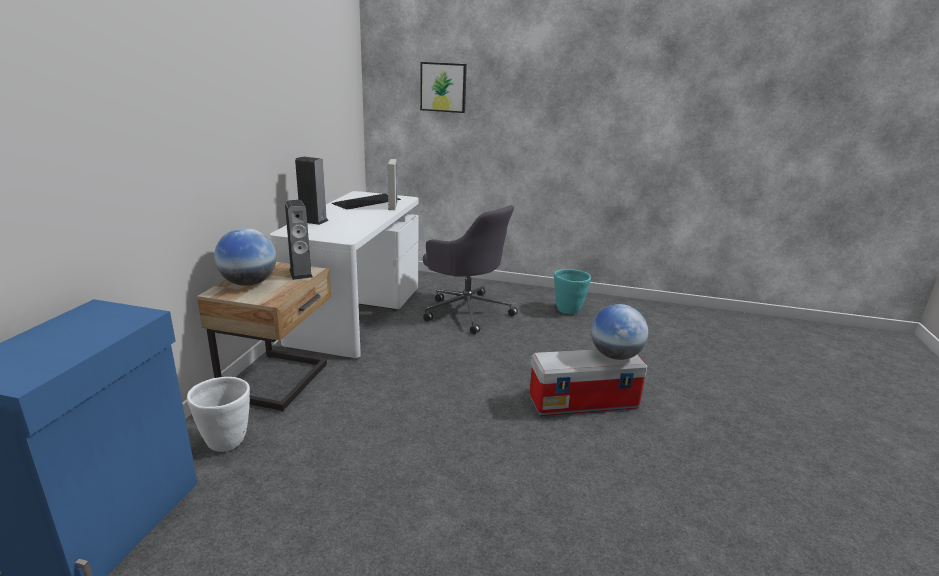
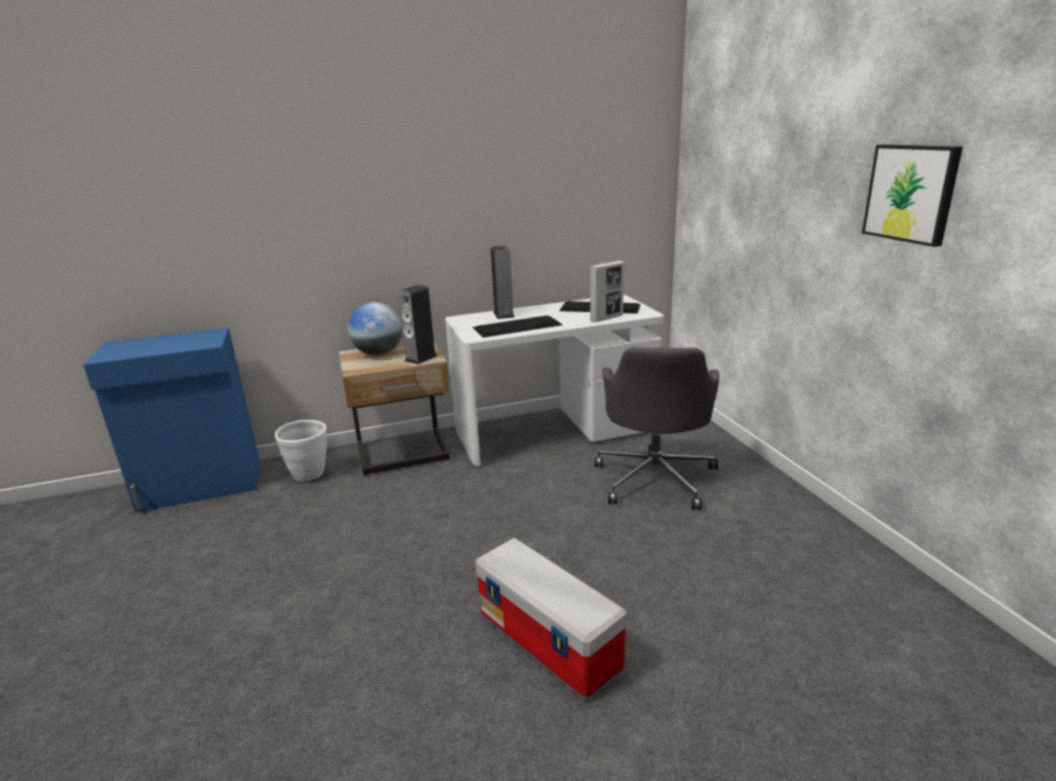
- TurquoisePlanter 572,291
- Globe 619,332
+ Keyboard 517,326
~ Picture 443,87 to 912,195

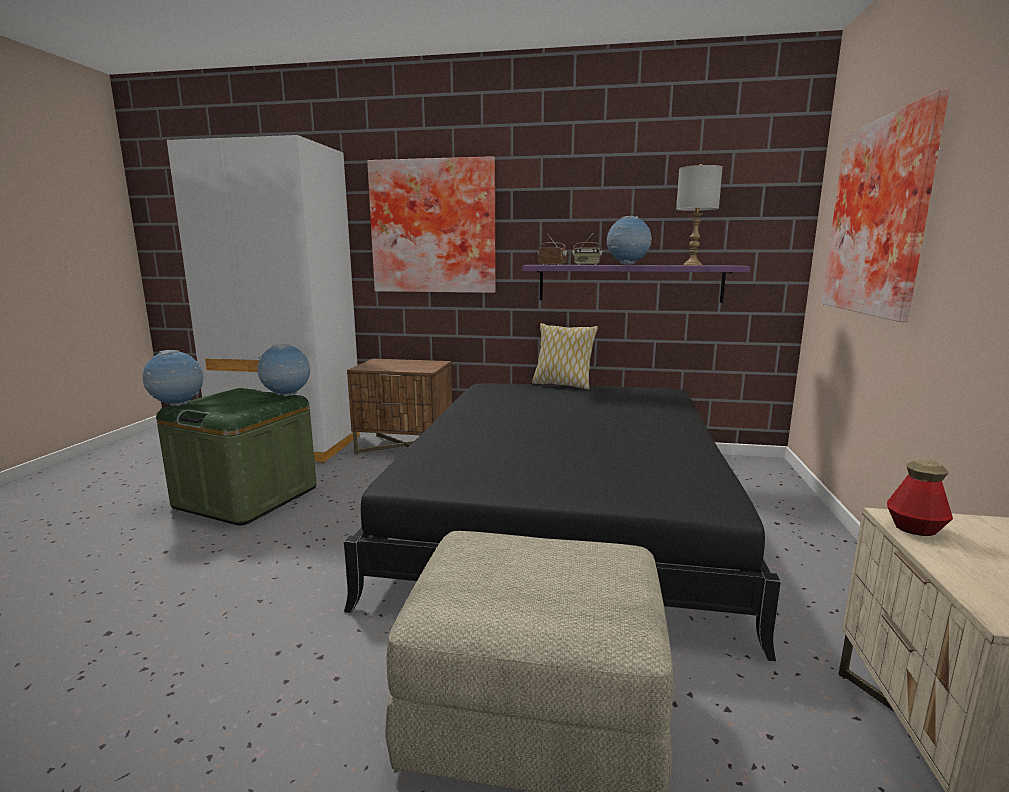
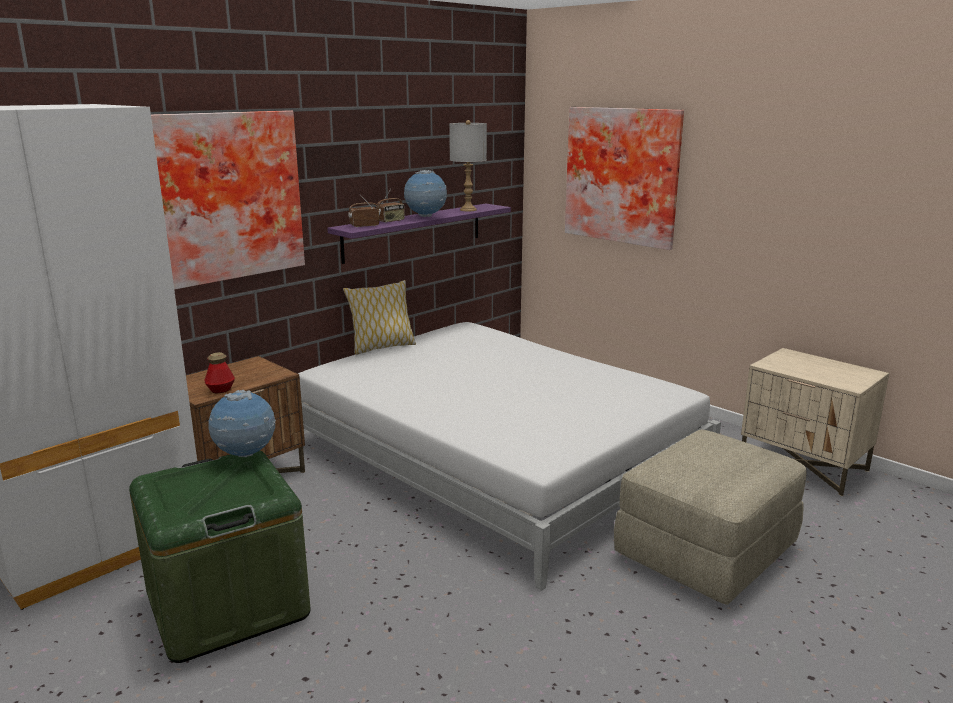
- Globe 173,378
~ Bottle 920,498 to 219,372
~ BlackBed 562,522 to WhiteBed 509,456

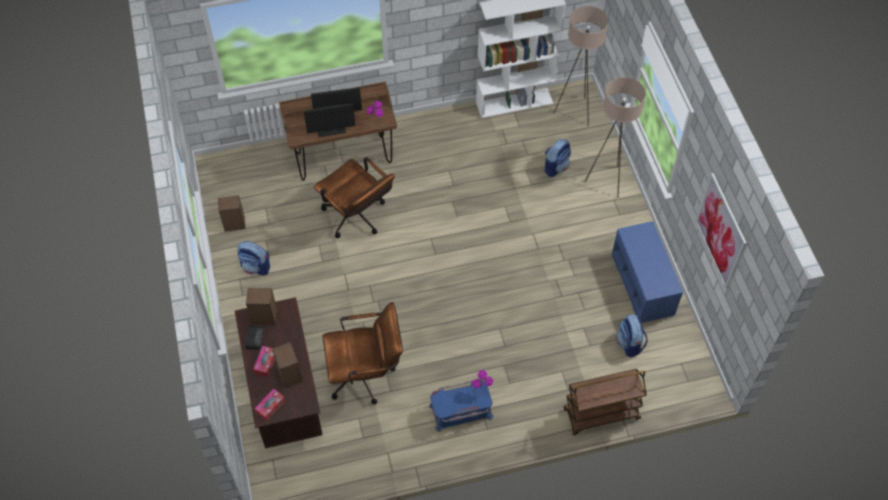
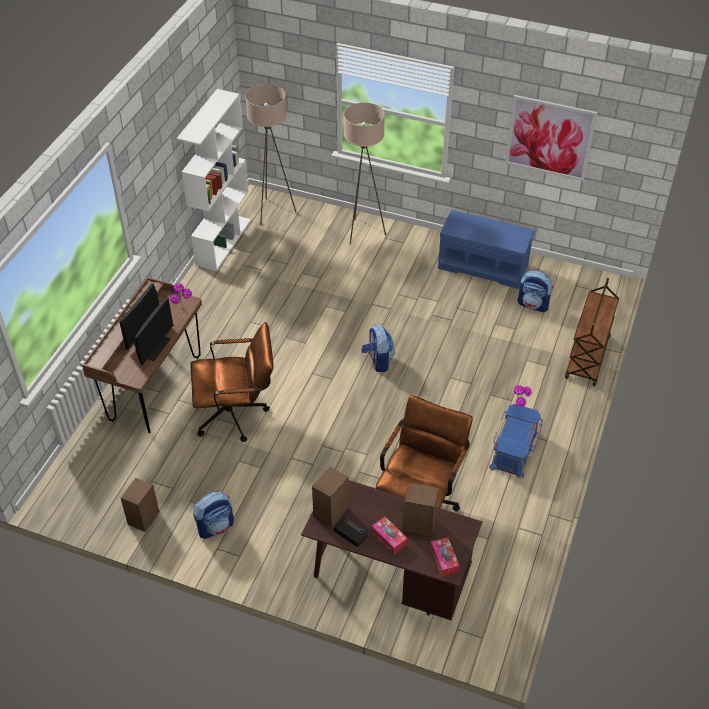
~ Backpack 558,158 to 378,348

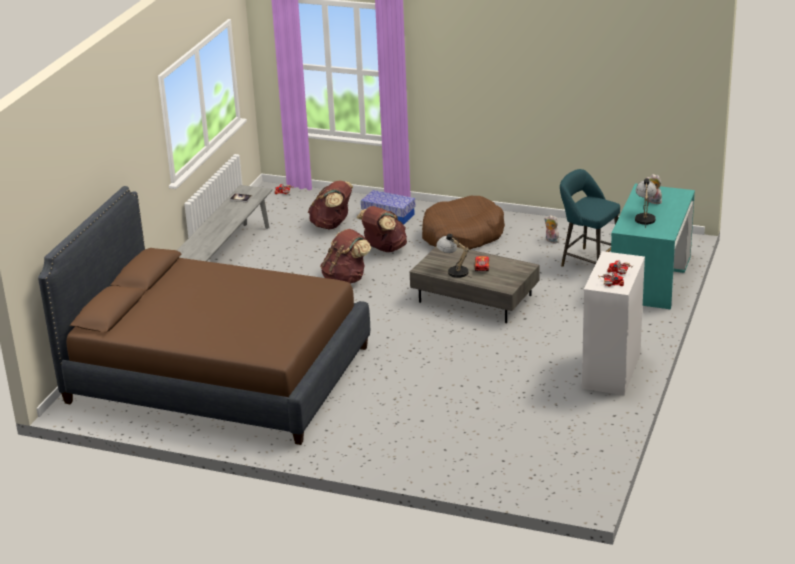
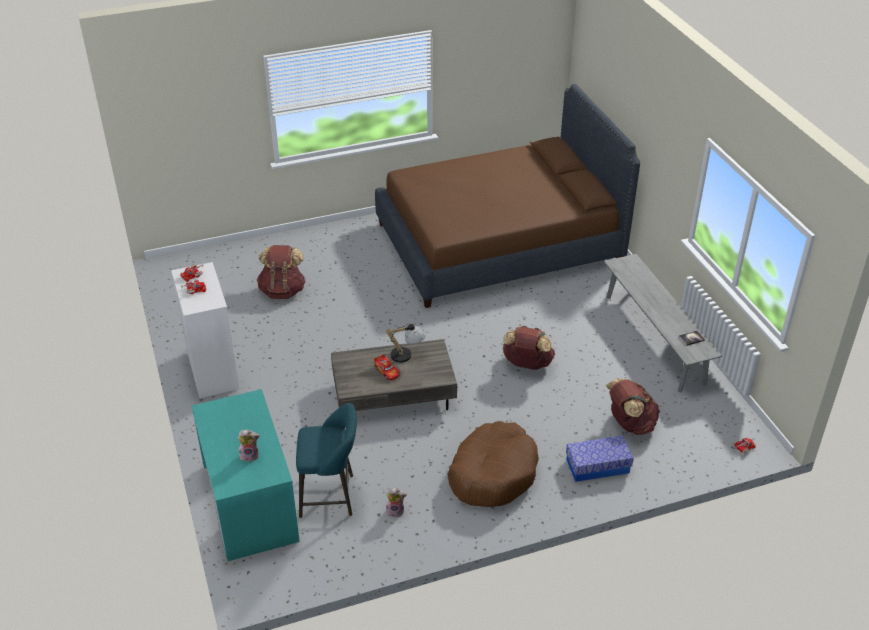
- TableLamp 646,203
~ BrownBackpack 381,229 to 281,272

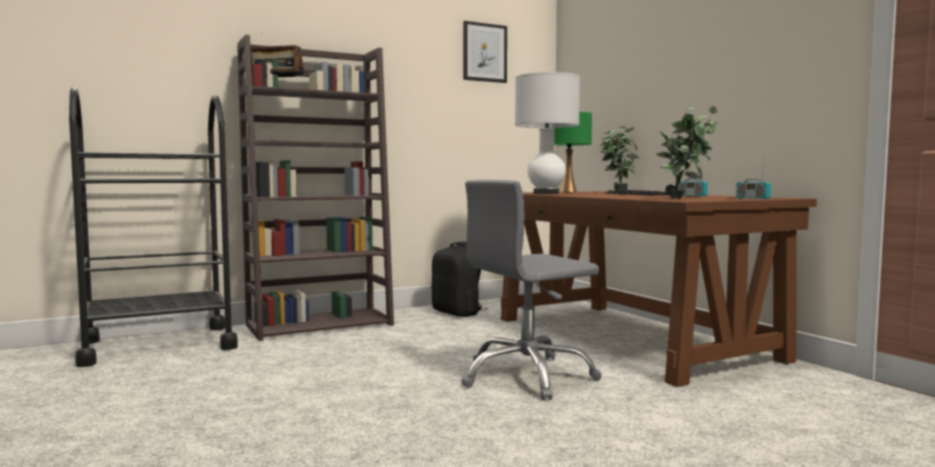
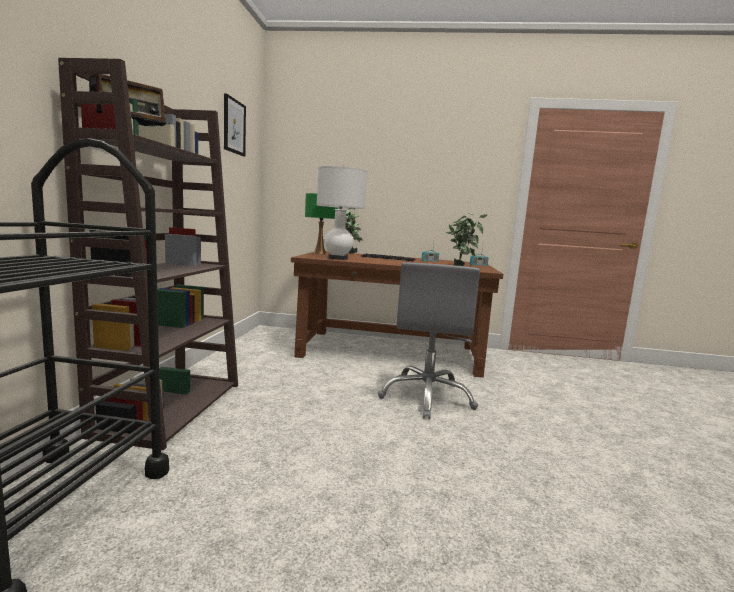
- BlackBackpack 459,279

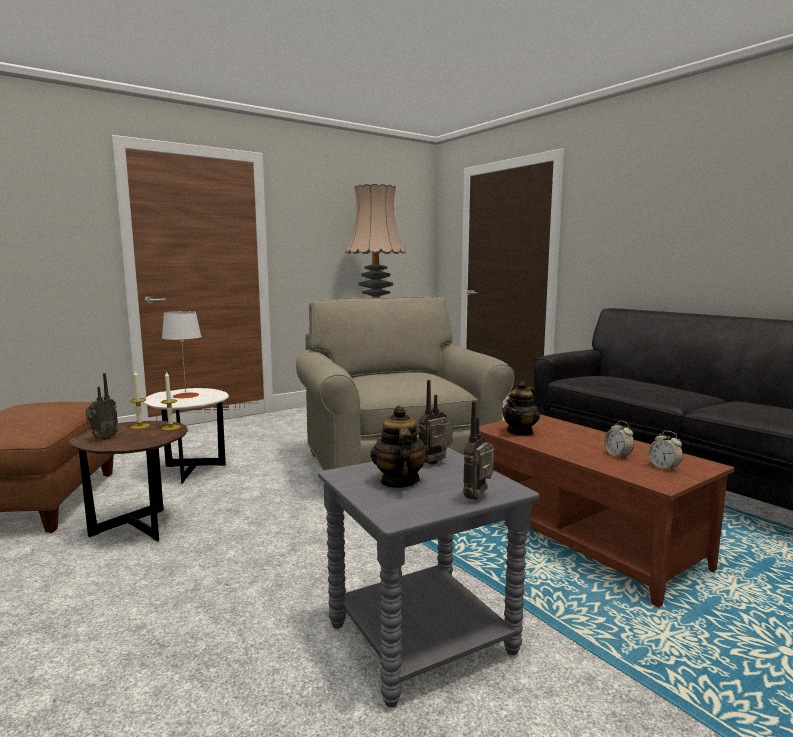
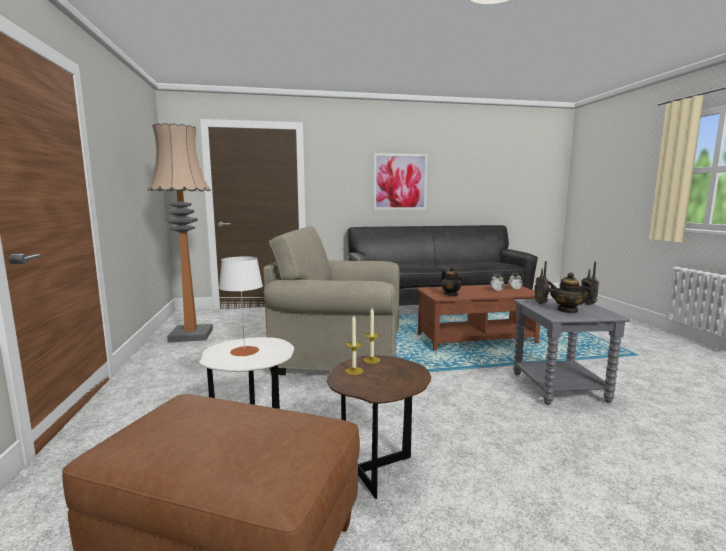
- Radio 102,406
+ Picture 400,181

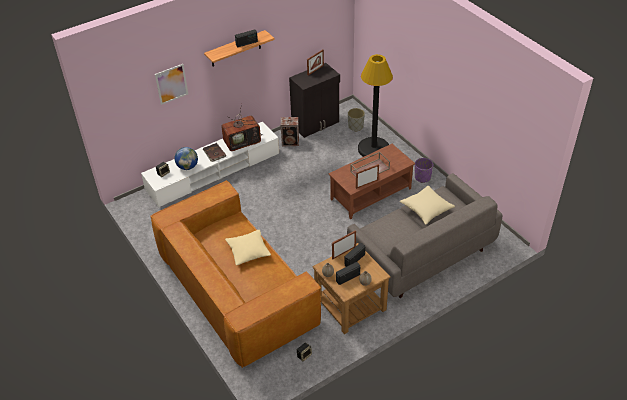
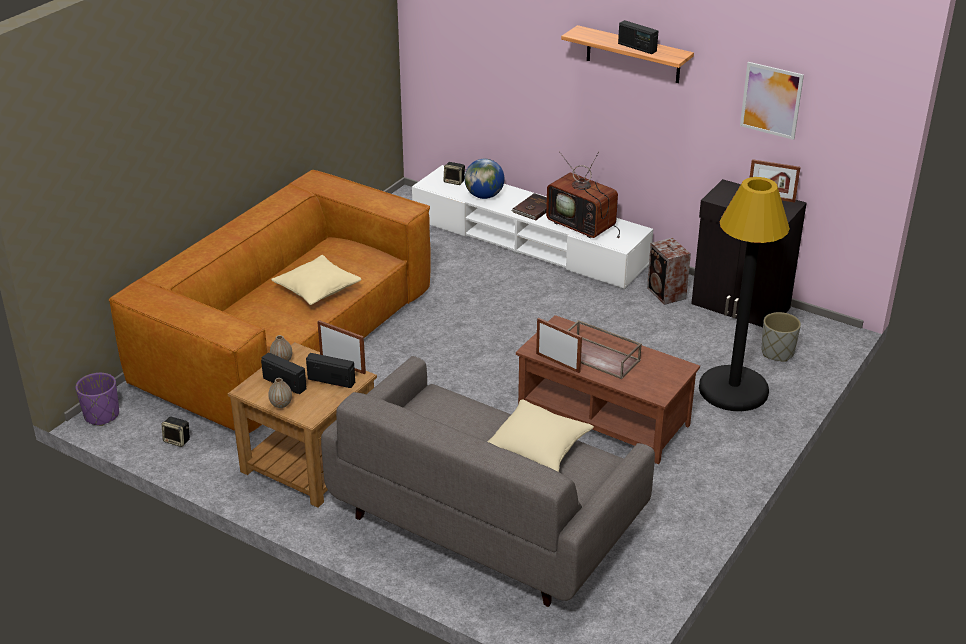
~ Picture 171,84 to 772,101
~ PurplePlanter 424,170 to 97,399

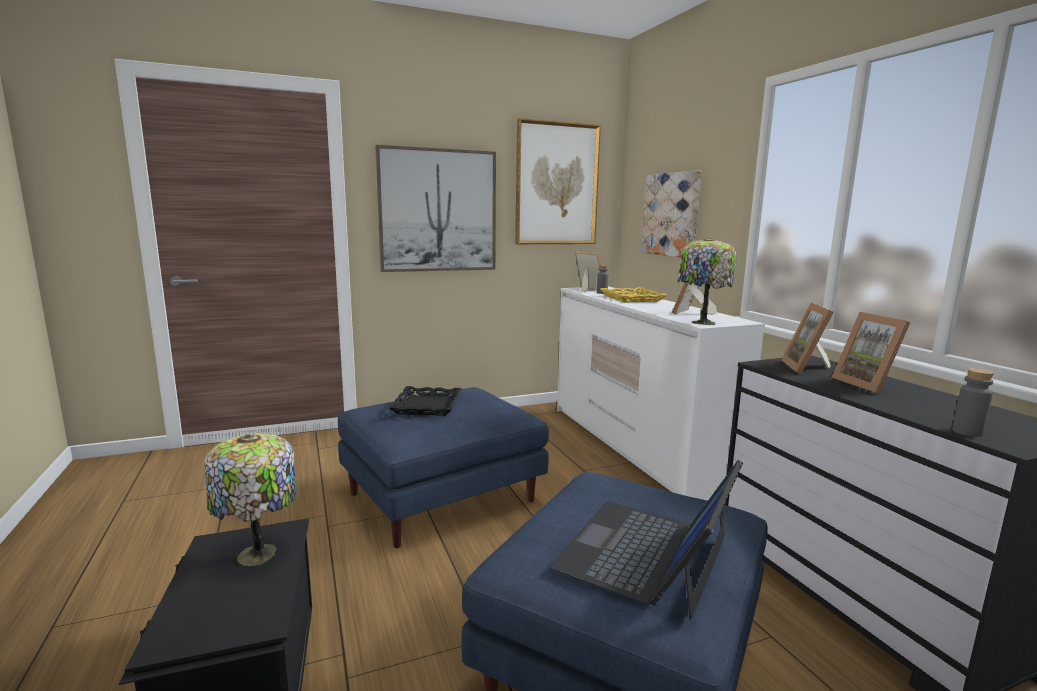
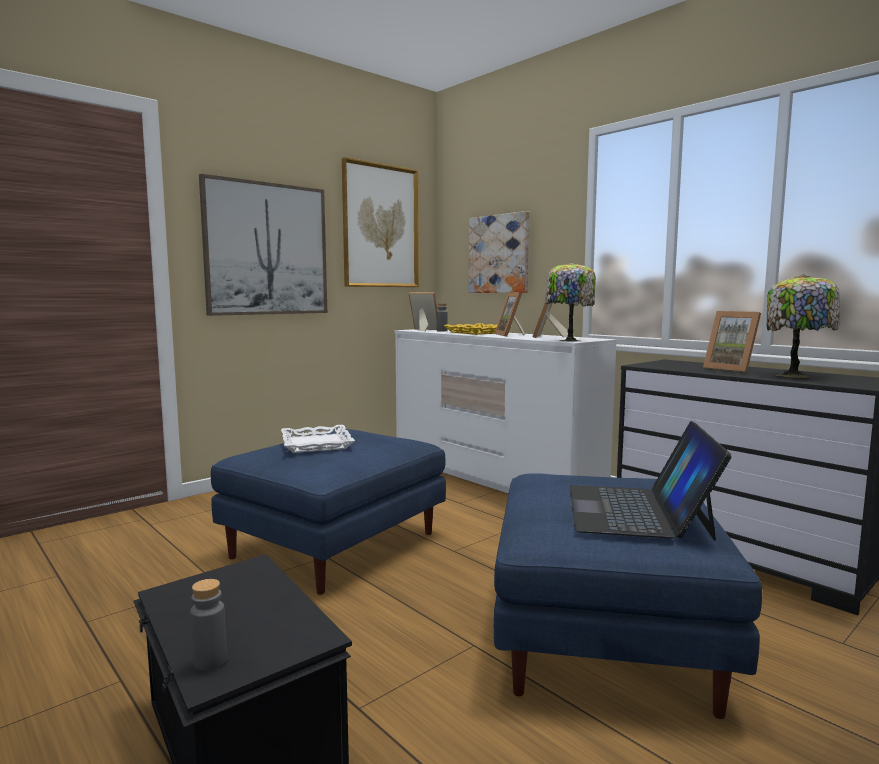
~ TableLamp 251,499 to 803,326
~ PictureFrame 807,338 to 509,314
~ GreyBottle 973,402 to 208,625
~ BlackTray 425,401 to WhiteTray 318,439

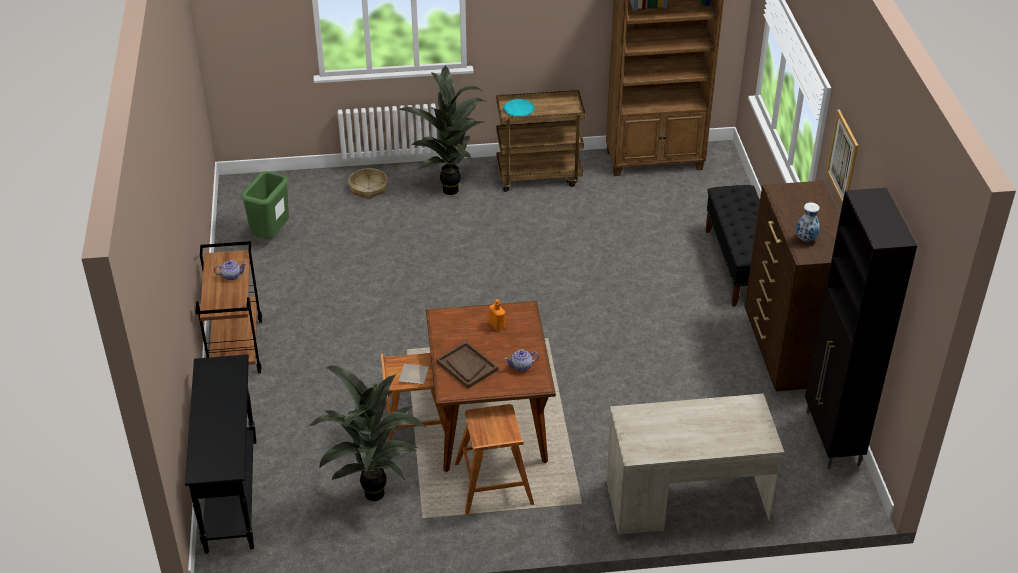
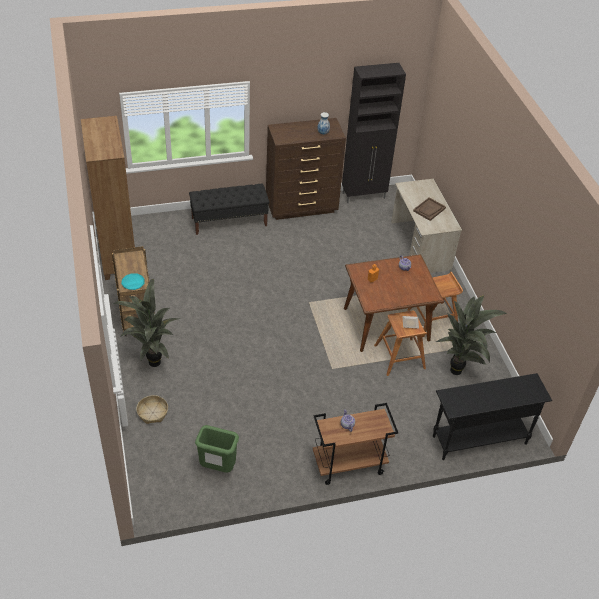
- Picture 842,157
~ BrownTray 467,365 to 429,209

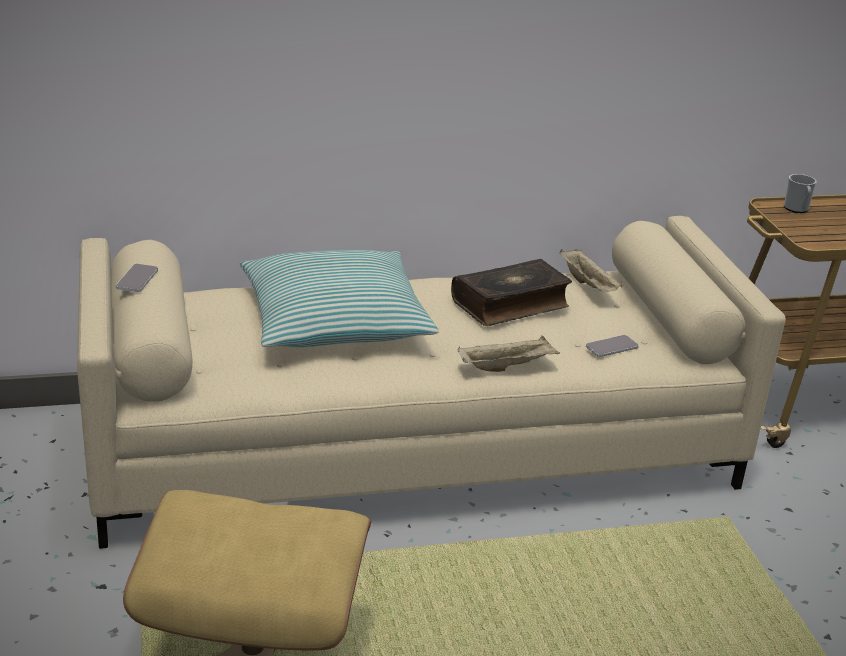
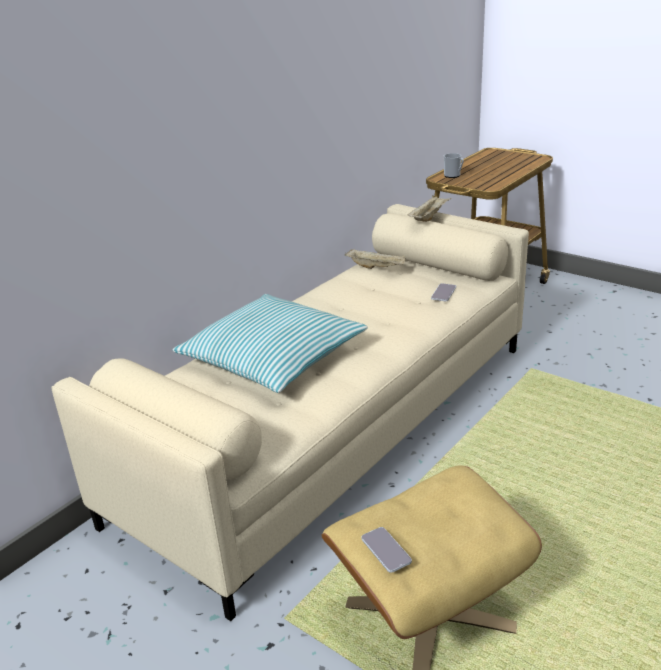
- Book 511,292
~ Phone 137,278 to 387,550
~ BeigeTray 509,353 to 429,208

